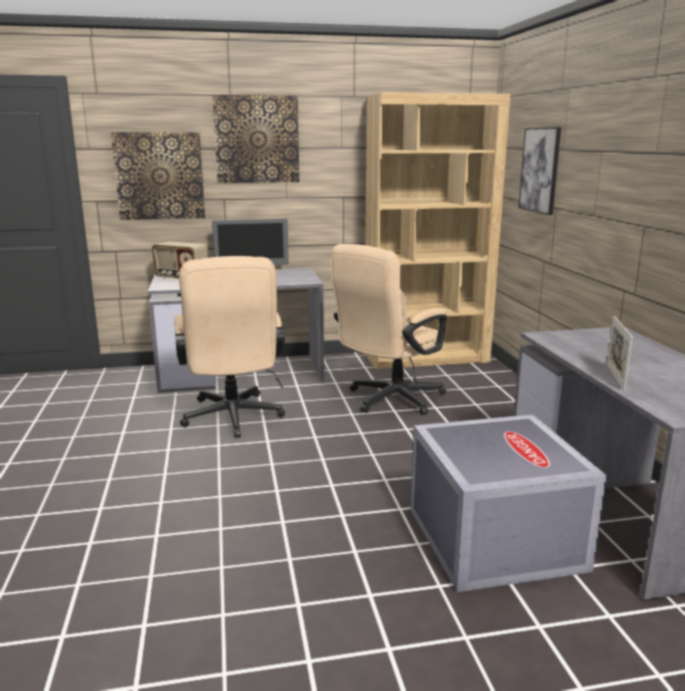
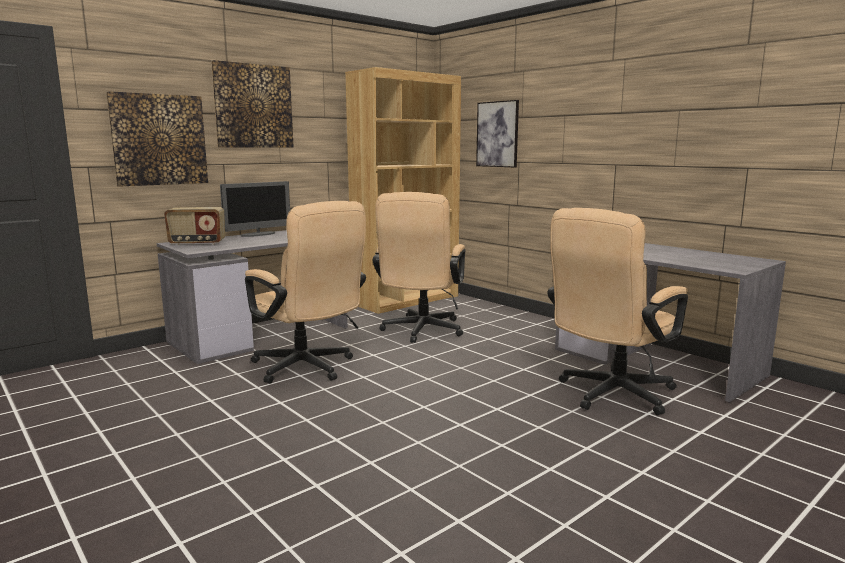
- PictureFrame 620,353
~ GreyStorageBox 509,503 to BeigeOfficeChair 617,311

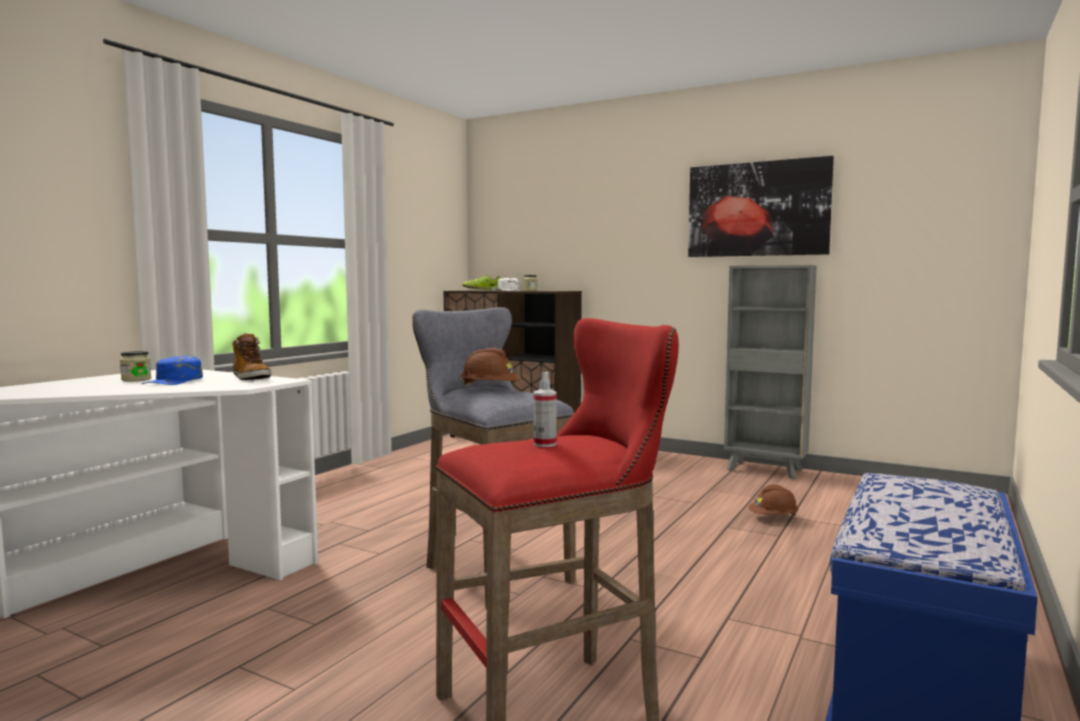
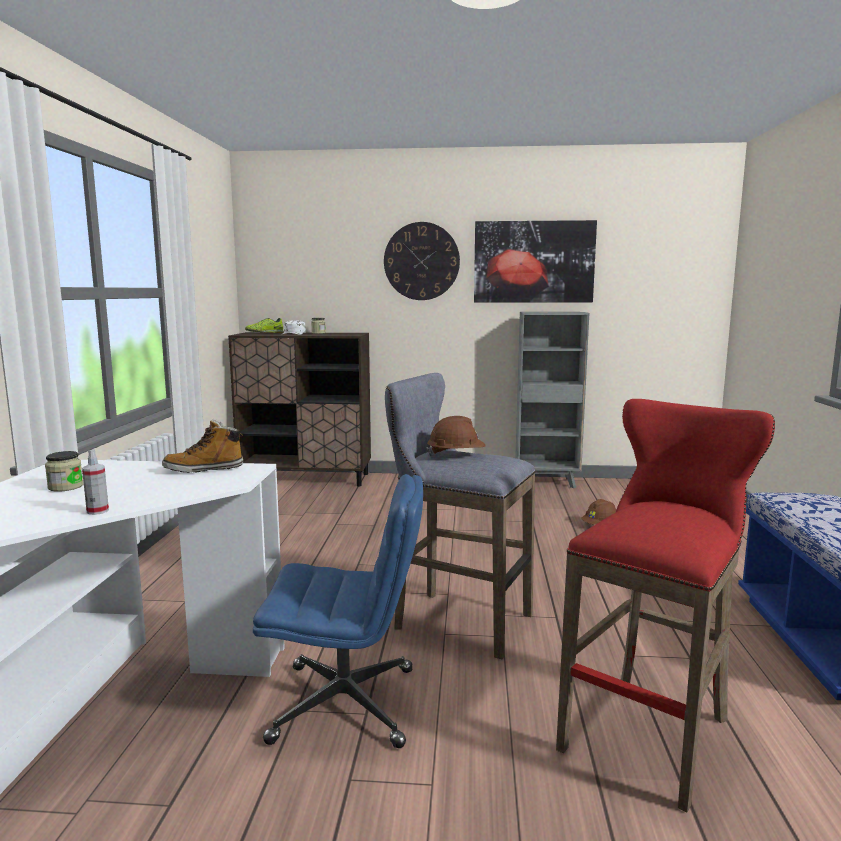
- BlueCap 172,370
+ BlueOfficeChair 338,611
+ WallClock 422,261
~ SprayBottle 545,409 to 95,482
~ Boot 252,356 = 202,446 135 degrees clockwise

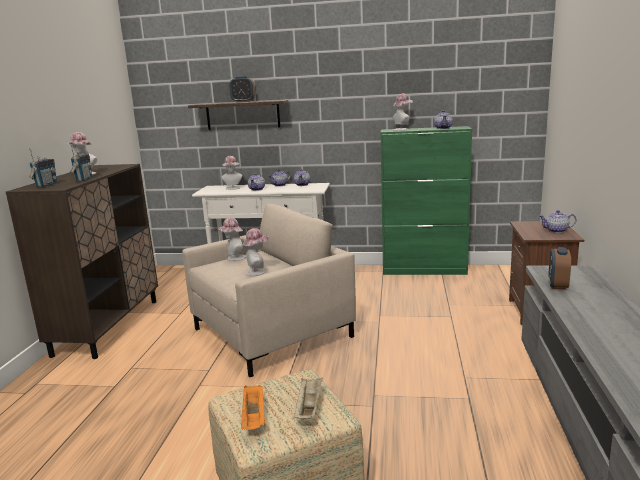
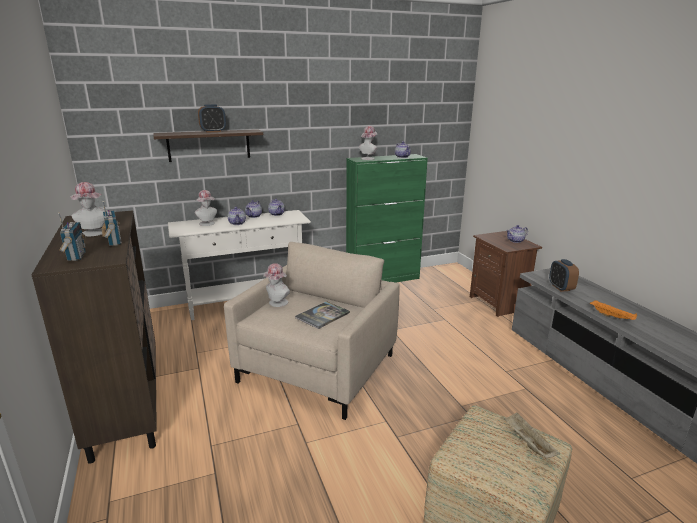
~ OrangeTray 253,407 to 613,310
~ Hat 256,252 to Book 322,315

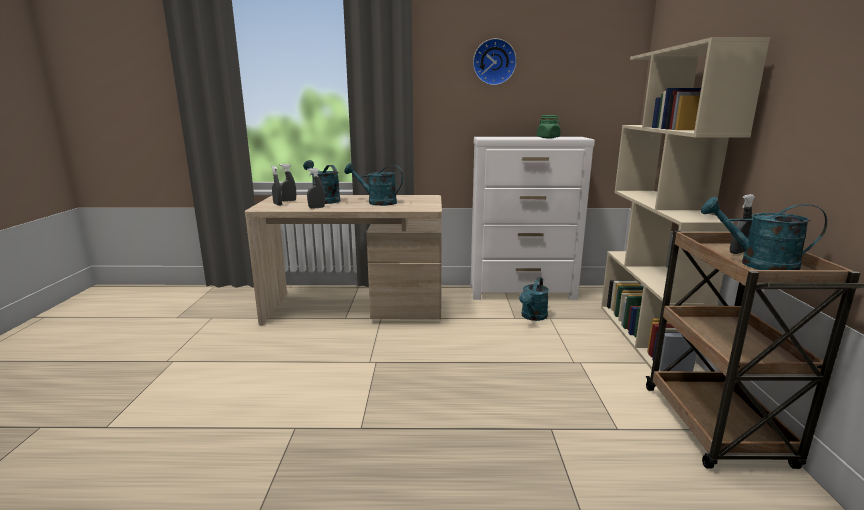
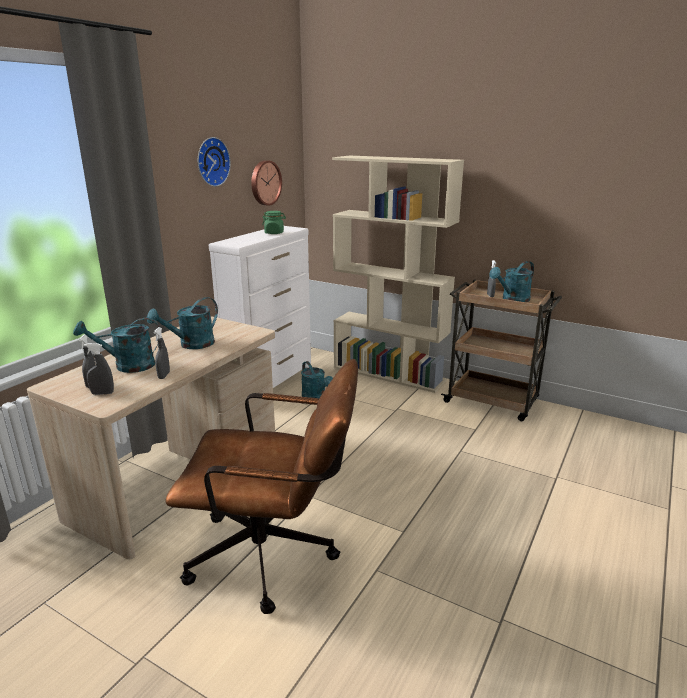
+ BrownOfficeChair 261,486
+ WallClock 266,183

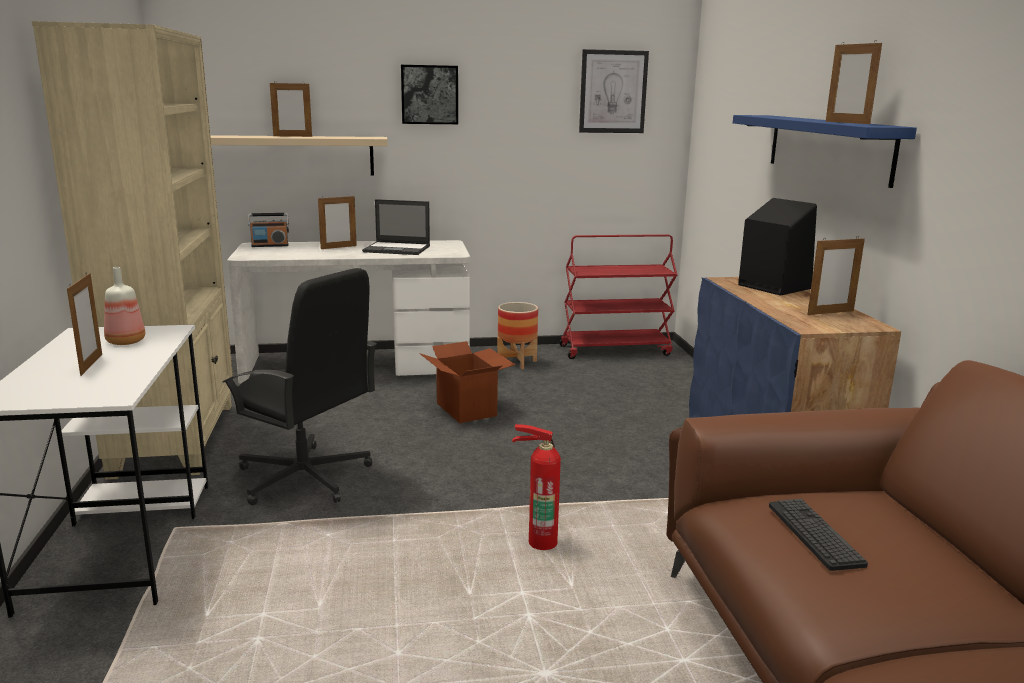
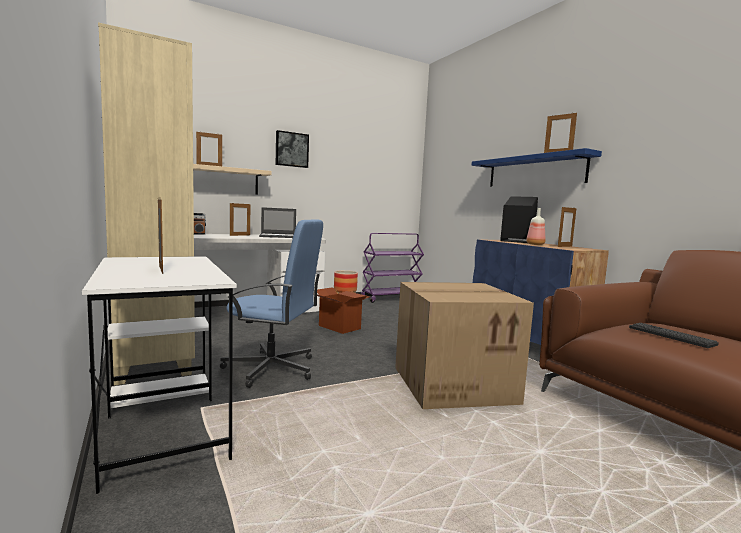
- Picture 614,91
~ Bottle 124,306 to 535,226
~ FireExtinguisher 536,487 to CardboardBox 464,345
~ BlackOfficeChair 300,386 to BlueOfficeChair 271,304
~ RedCart 618,296 to PurpleCart 392,268

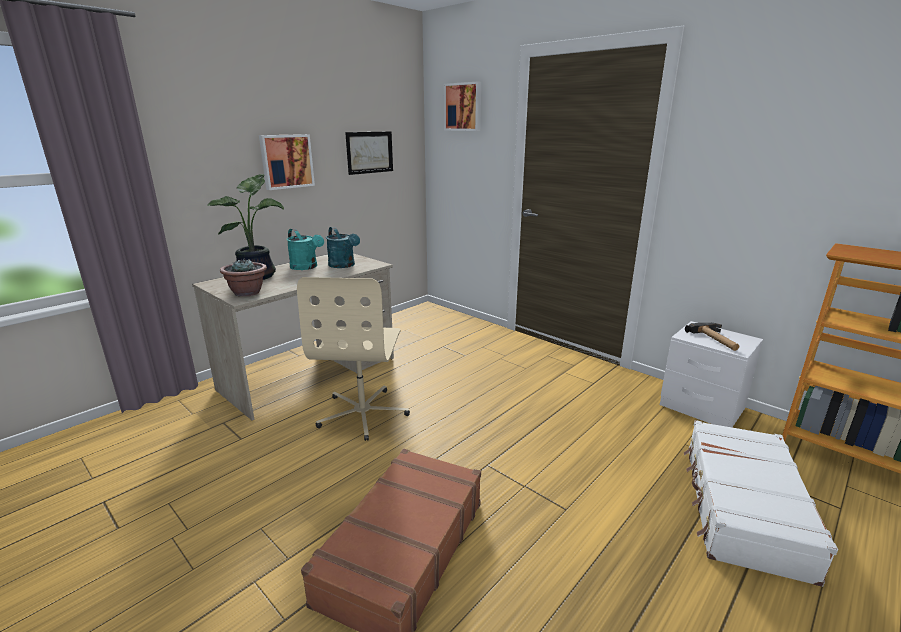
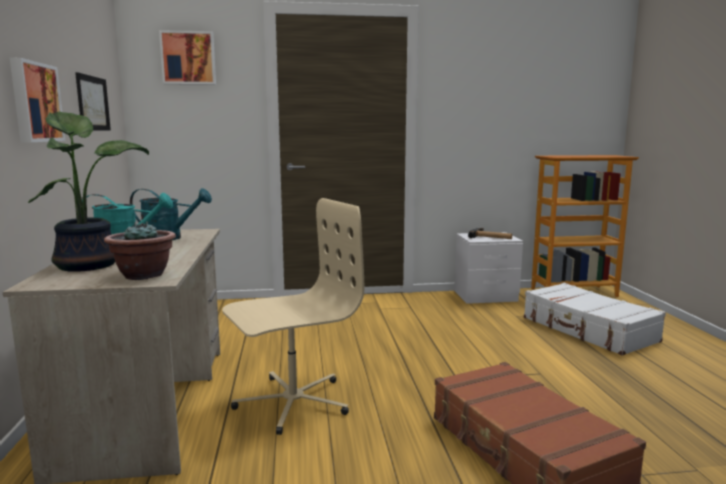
~ BeigeOfficeChair 353,359 = 293,316 75 degrees counterclockwise

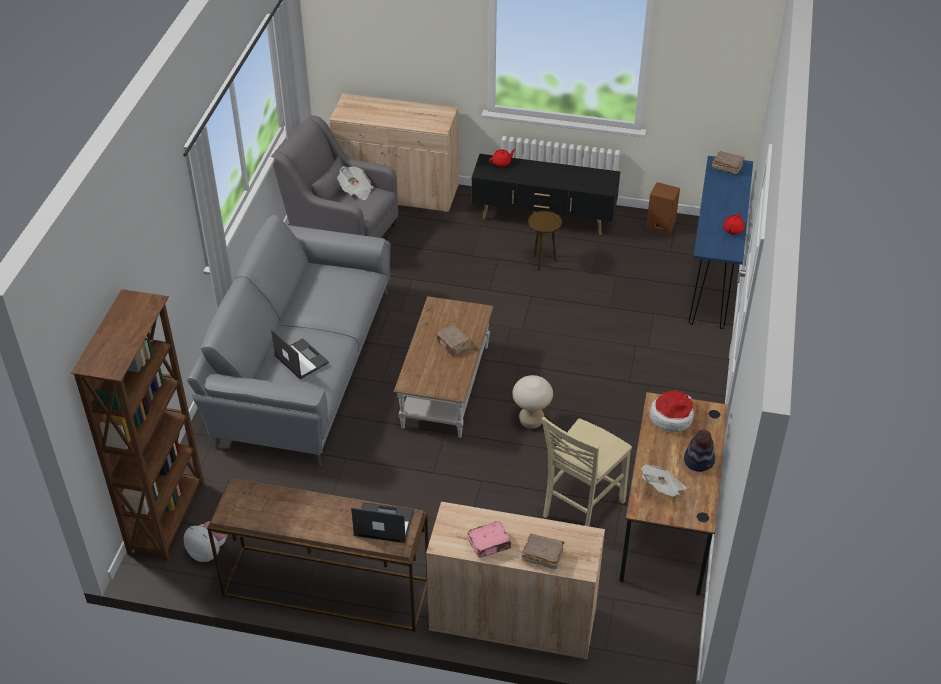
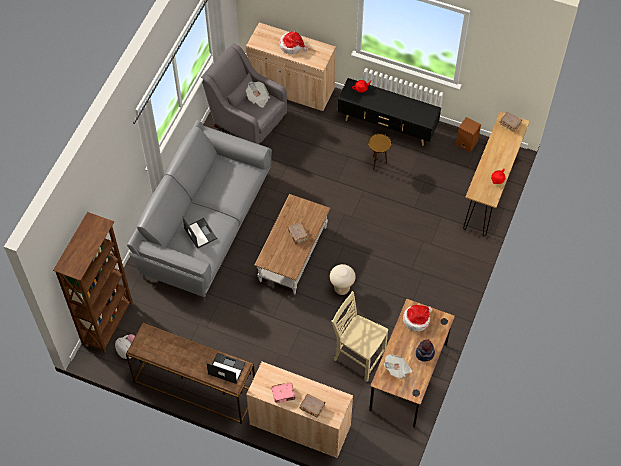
+ Hat 293,42
~ BlueConsoleTable 721,242 to BrownConsoleTable 496,174
~ BeigeChair 587,471 = 359,336 75 degrees clockwise

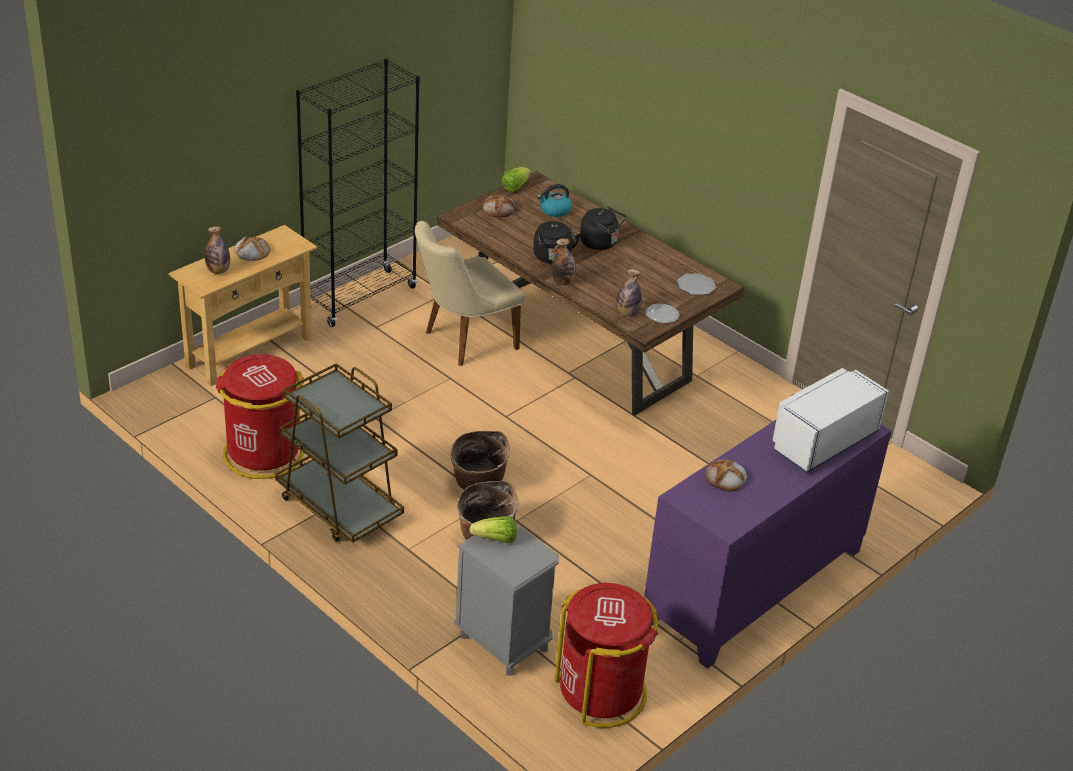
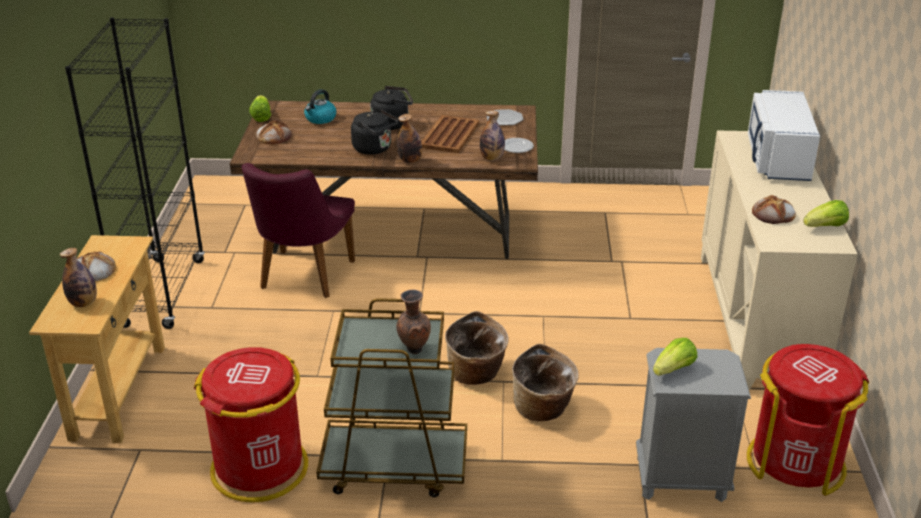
+ BrownVase 413,322
+ BrownTray 450,134
+ Lettuce 826,213
~ BeigeChair 470,293 to PurpleChair 298,230
~ PurpleCabinet 768,544 to BeigeCabinet 779,260

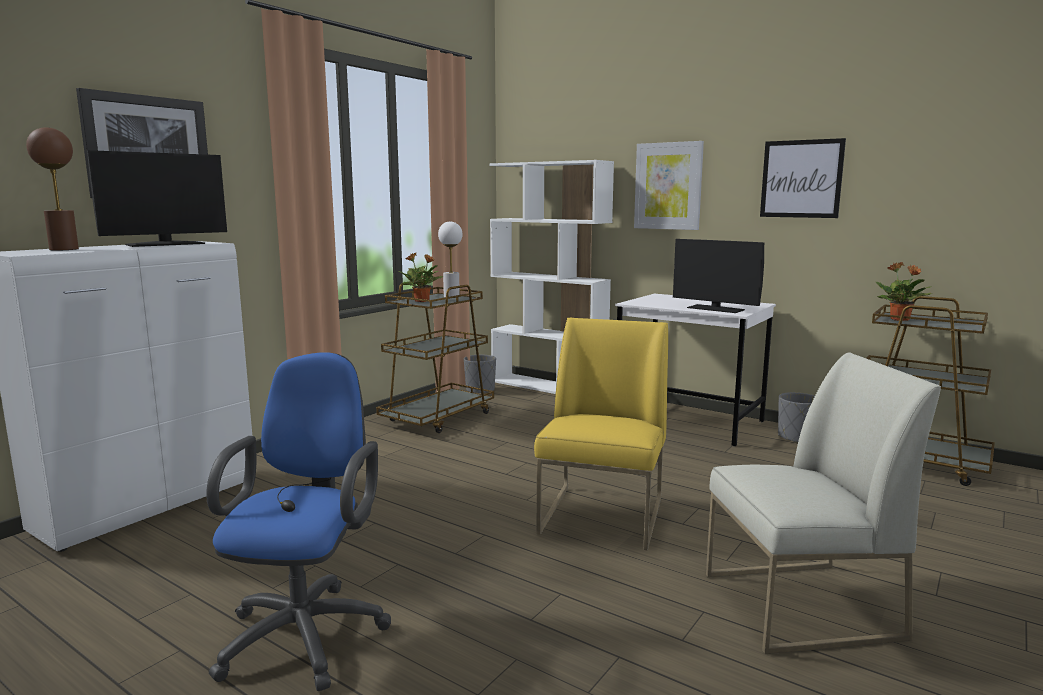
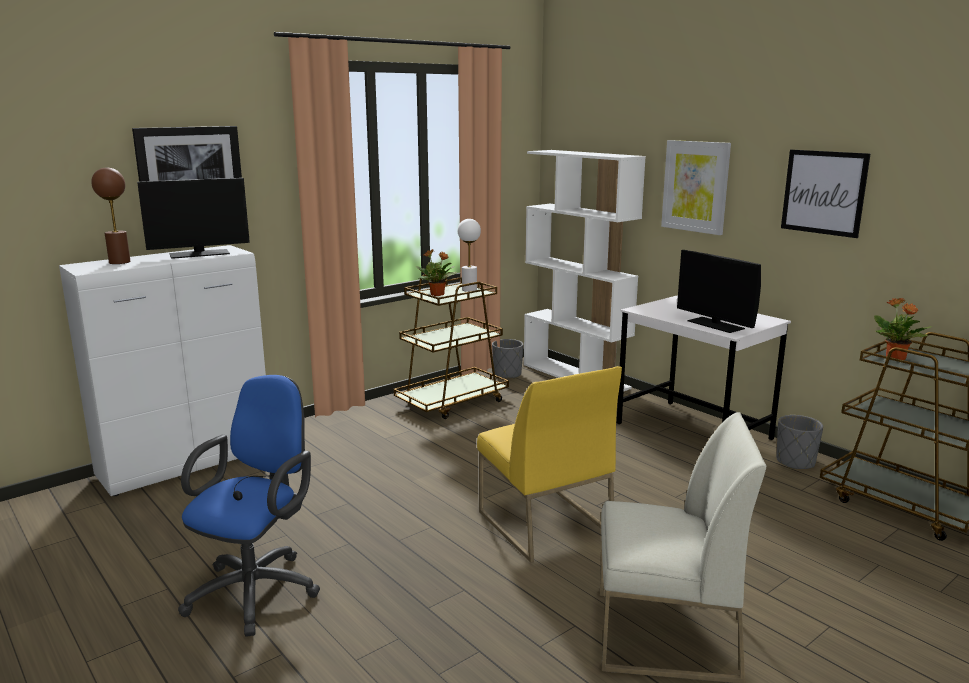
~ YellowChair 601,434 = 549,464 120 degrees clockwise

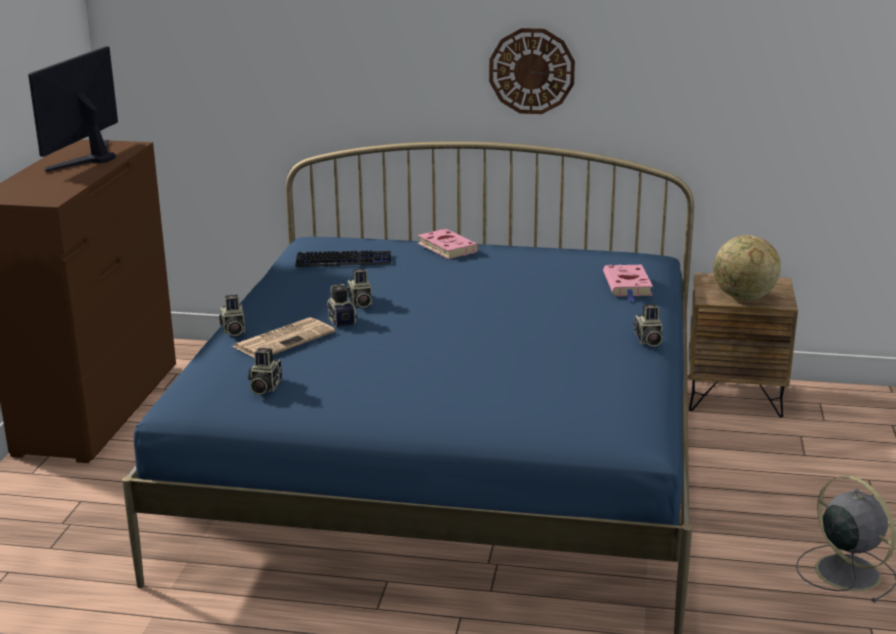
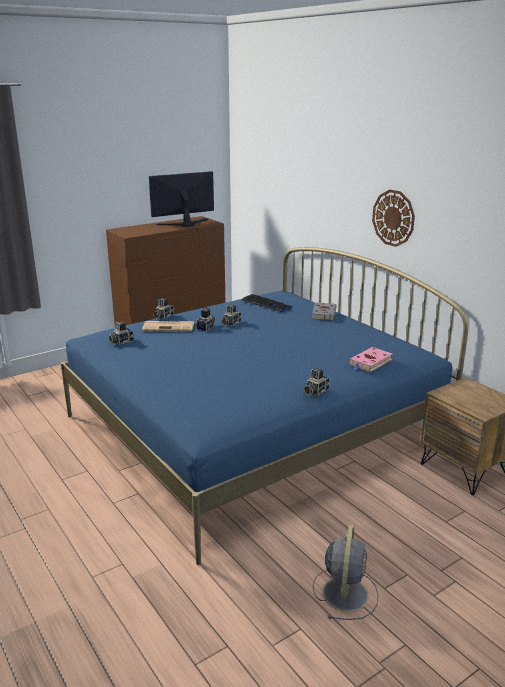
- Globe 747,267
~ PinkBook 448,244 to GreyBook 324,311

